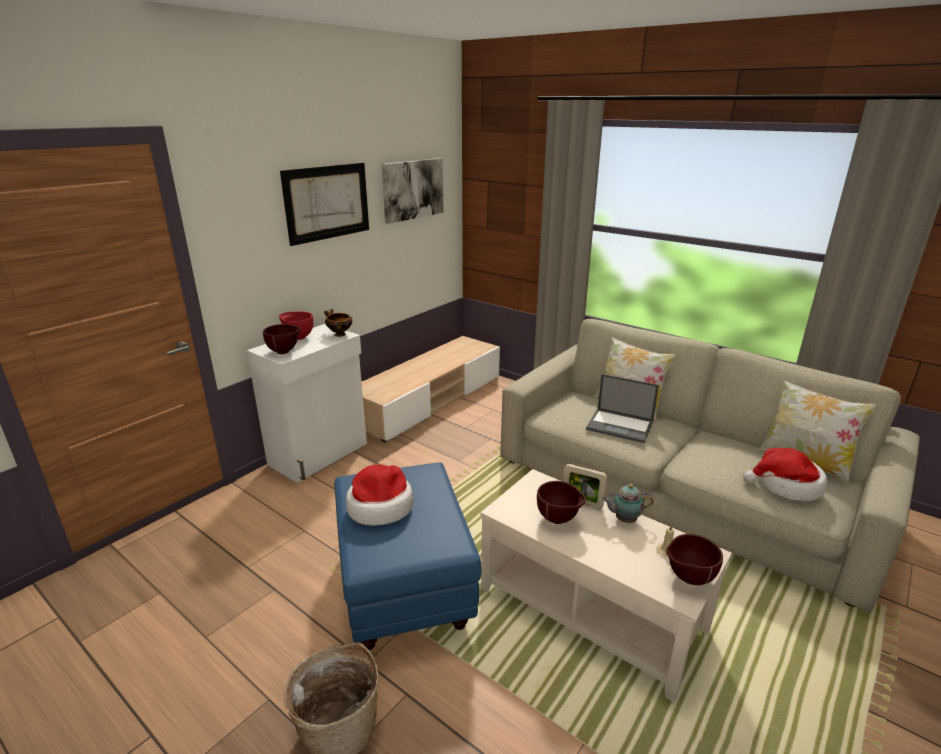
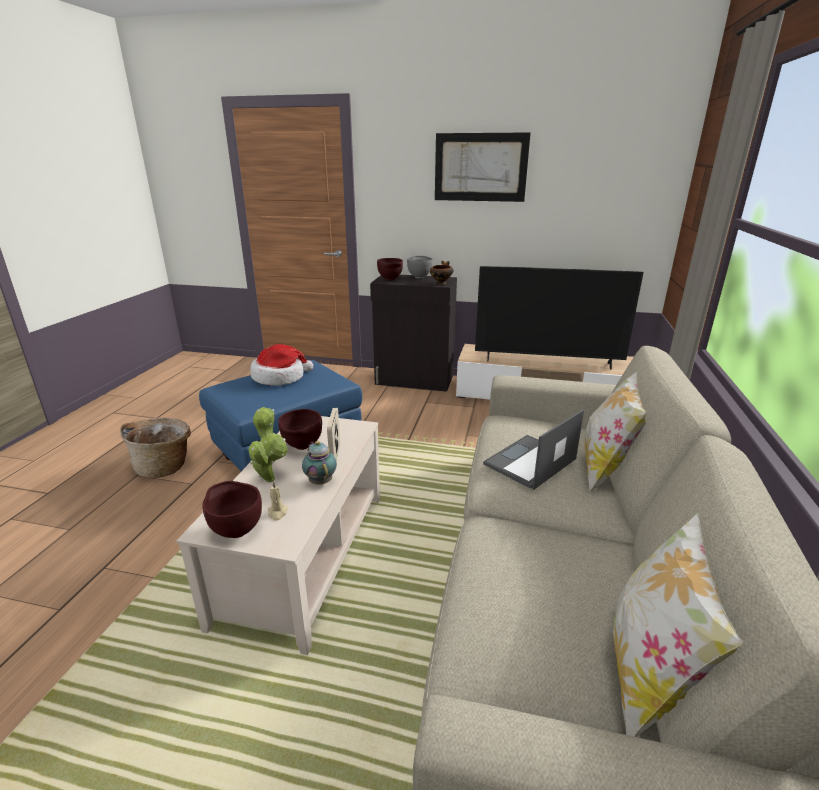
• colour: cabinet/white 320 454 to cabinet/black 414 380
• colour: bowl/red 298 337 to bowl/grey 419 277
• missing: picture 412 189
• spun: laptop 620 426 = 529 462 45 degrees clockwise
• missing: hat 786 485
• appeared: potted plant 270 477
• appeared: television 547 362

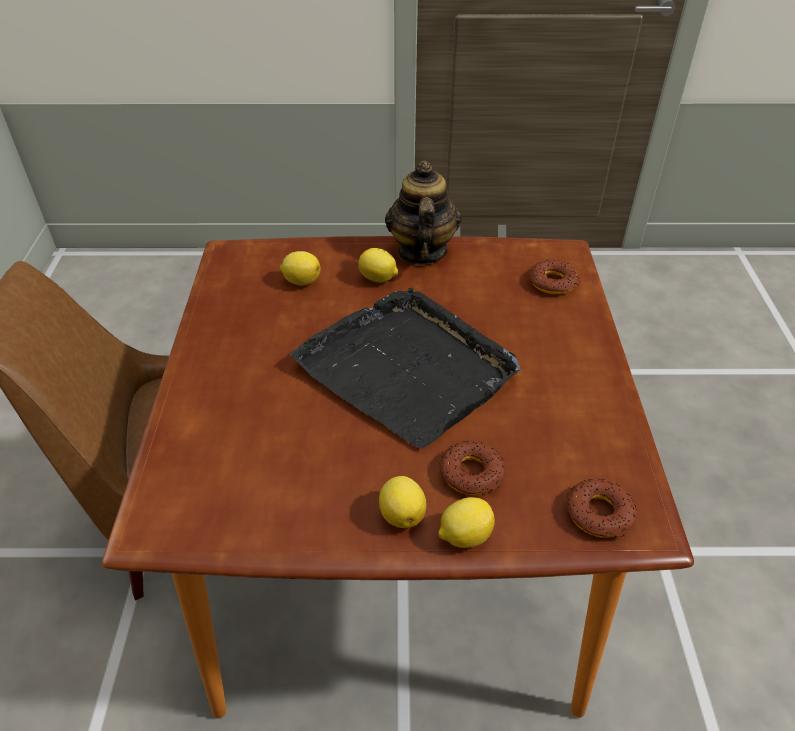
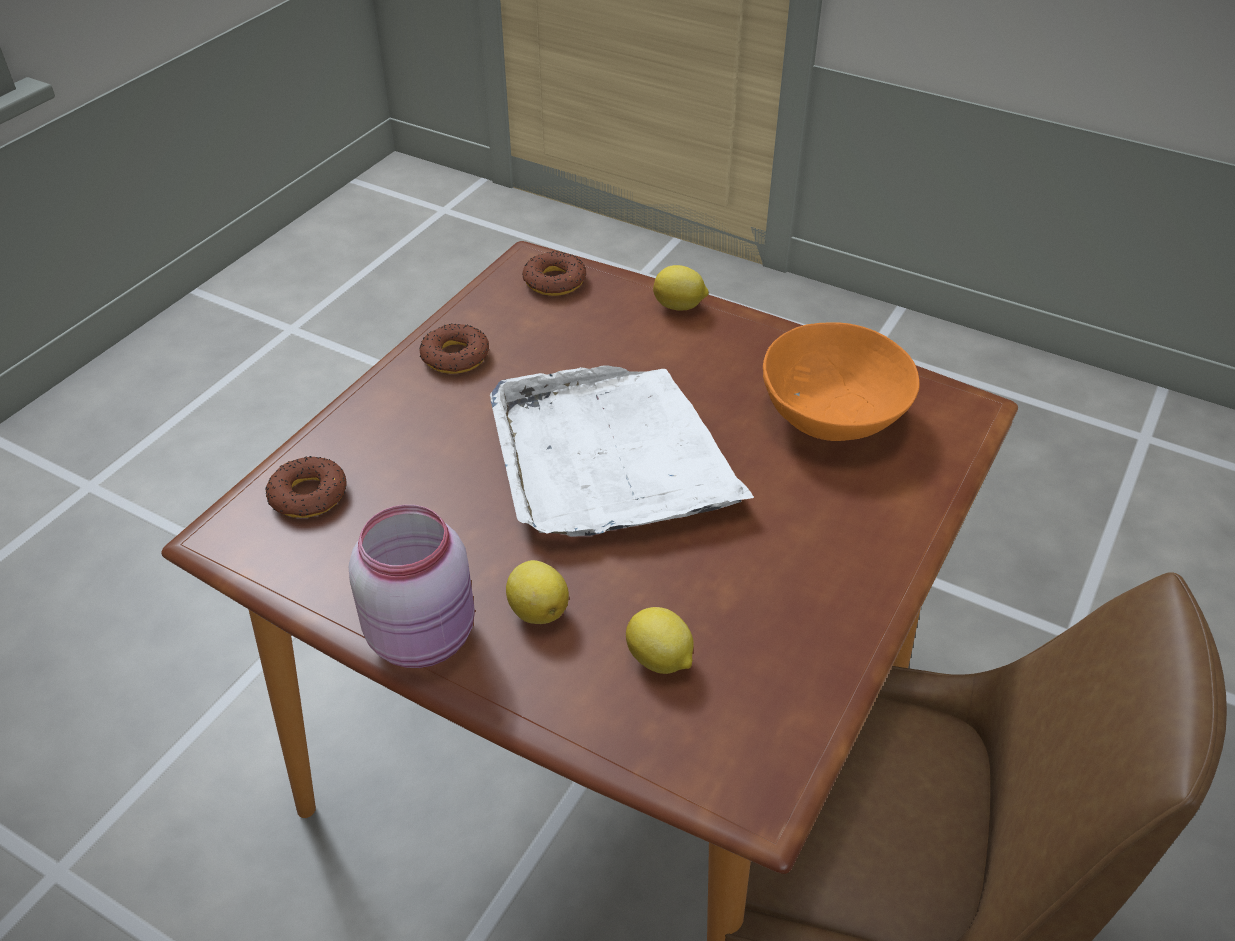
• colour: tray/black 408 369 to tray/white 609 457
• missing: lemon 402 514
• exchanged: teapot 421 252 to jar/pink 425 635
• relocated: donut 471 473 to 455 356
• appeared: bowl/orange 833 415

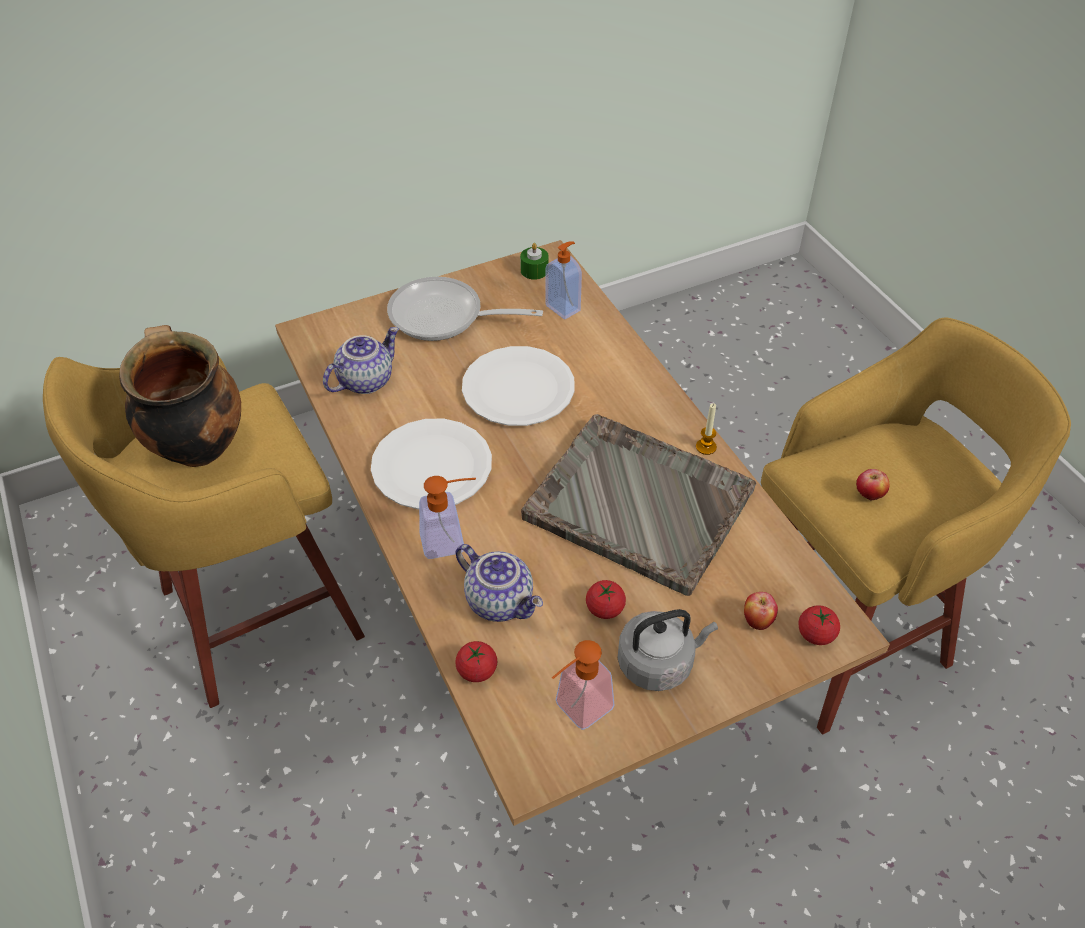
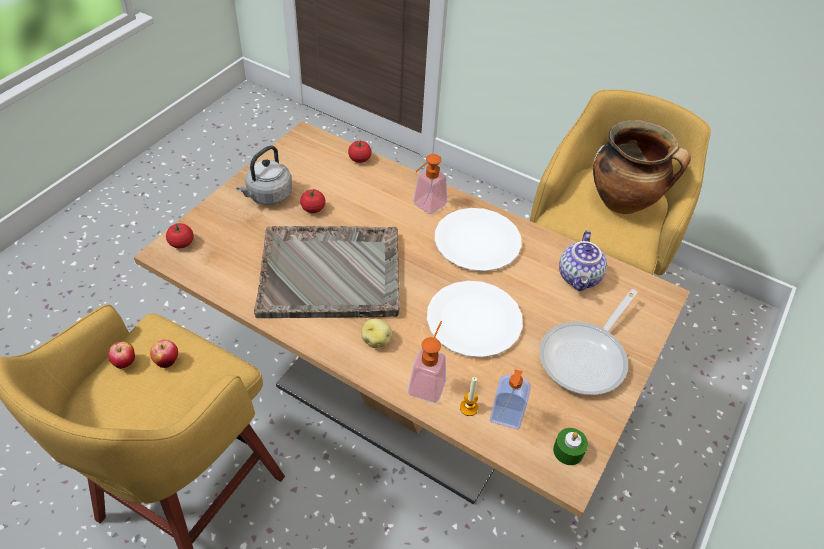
• spun: frying pan 444 317 = 587 357 150 degrees clockwise
• missing: teapot 501 601
• relocated: soap dispenser 576 711 to 429 381
• relocated: candle 706 447 to 469 408
• relocated: apple 757 621 to 125 363
• appeared: potato 376 340

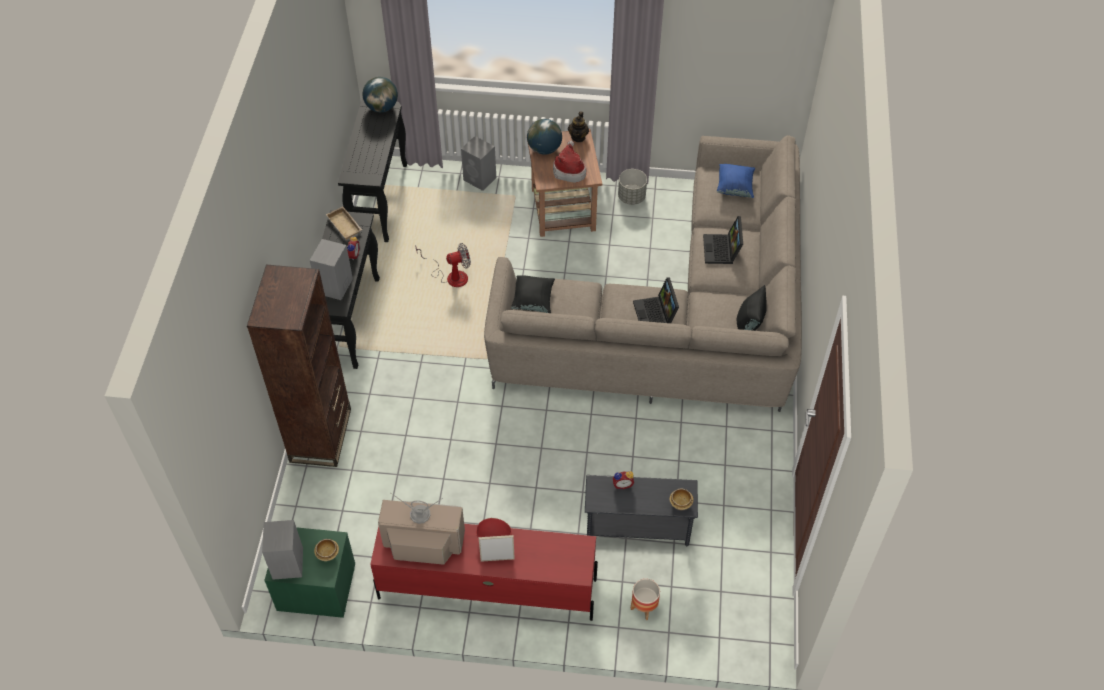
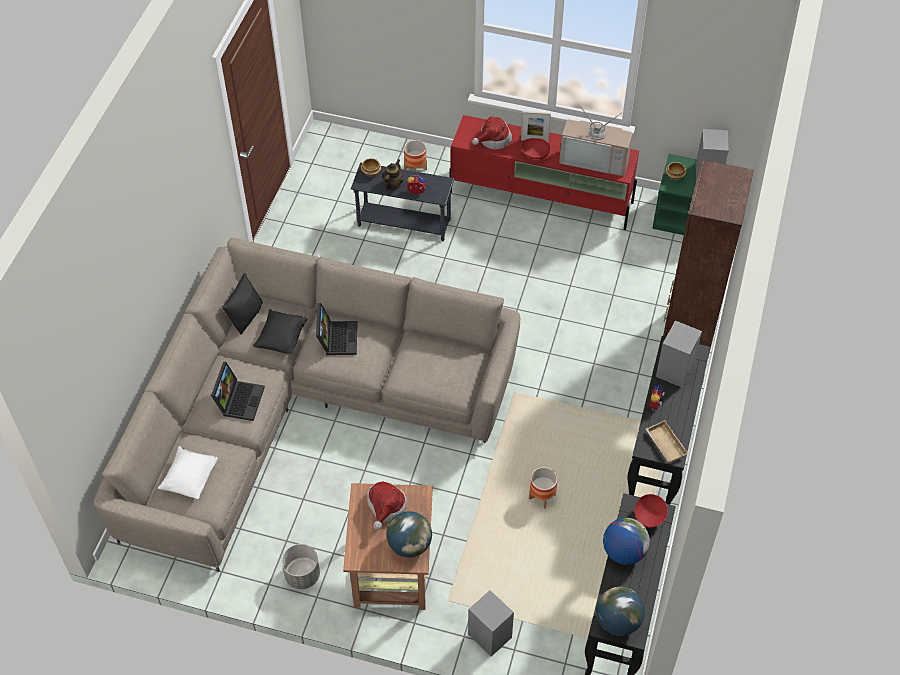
• exchanged: fan 451 276 to planter 542 497
• relocated: pillow/black 533 301 to 282 338
• relocated: teapot 578 137 to 392 185
• colour: pillow/blue 734 188 to pillow/white 190 479
• appeared: hat 493 139
• appeared: globe 623 551
• appeared: bowl/red 649 517

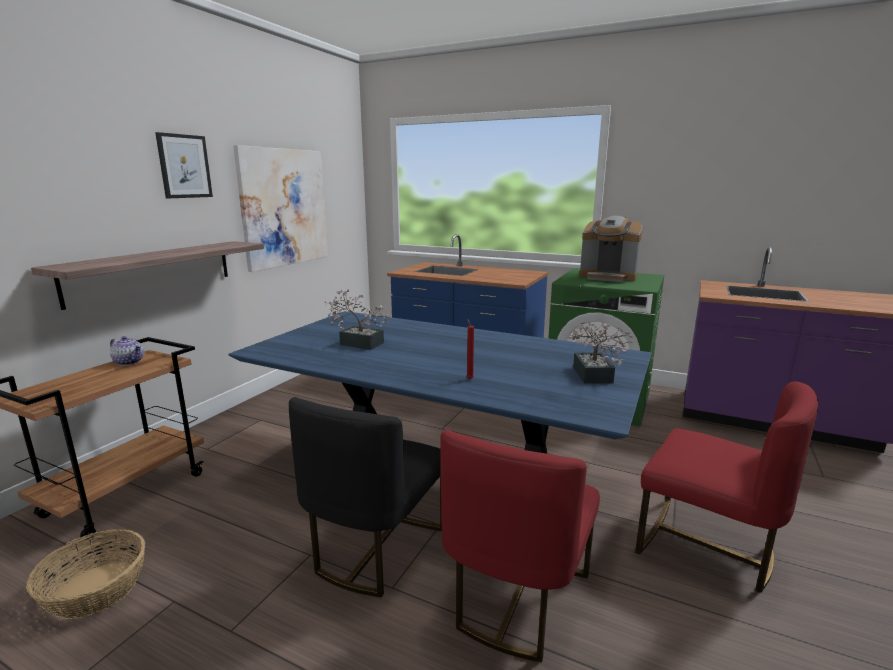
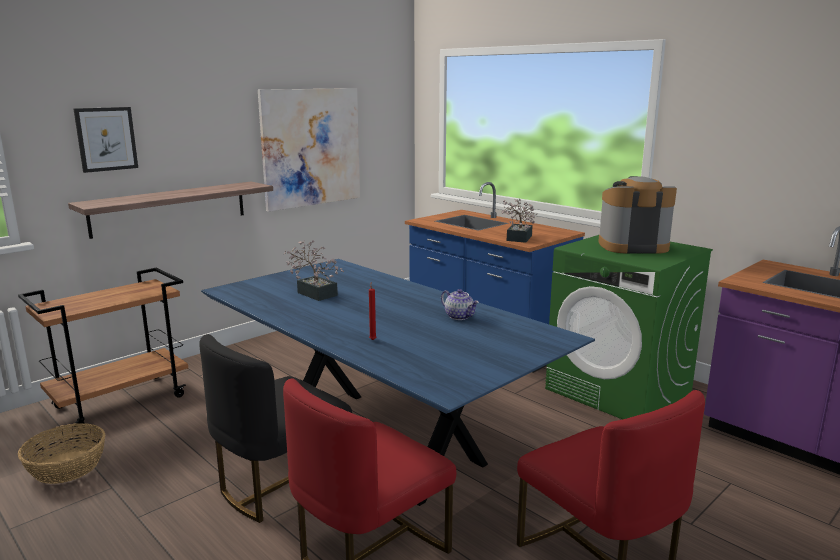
• relocated: teapot 129 362 to 459 316
• relocated: picture 184 166 to 106 139
• relocated: potted plant 593 377 to 518 239
• spun: coffee machine 608 277 = 632 246 135 degrees clockwise

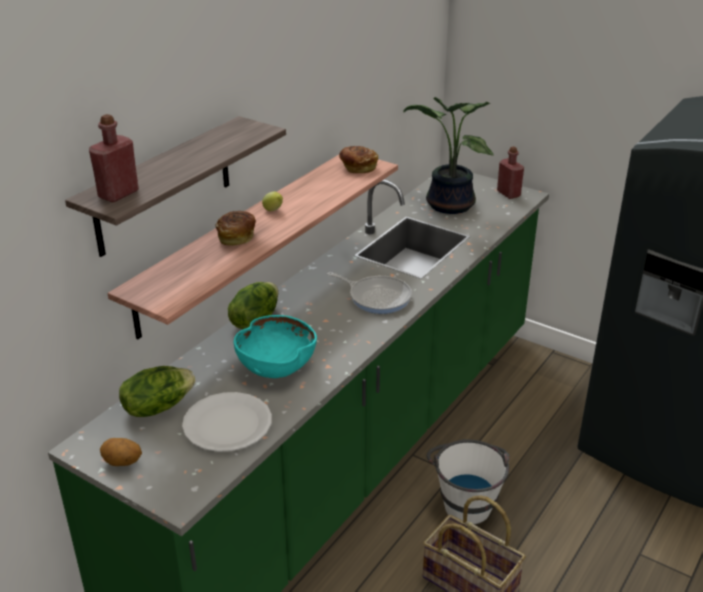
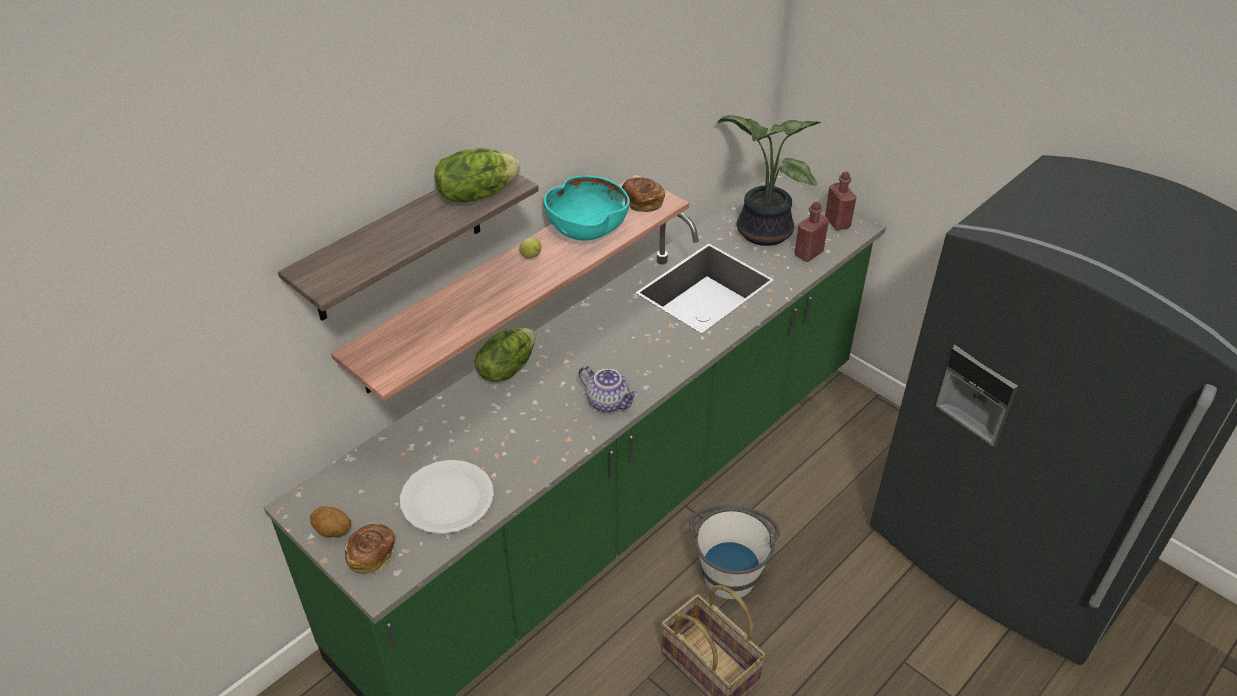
• relocated: bottle/red 118 194 to 808 253
• relocated: lettuce 157 406 to 476 194
• relocated: bread 236 237 to 372 555
• relocated: bowl/turquoise 276 366 to 586 229
• missing: frying pan 377 297
• appeared: teapot 609 402

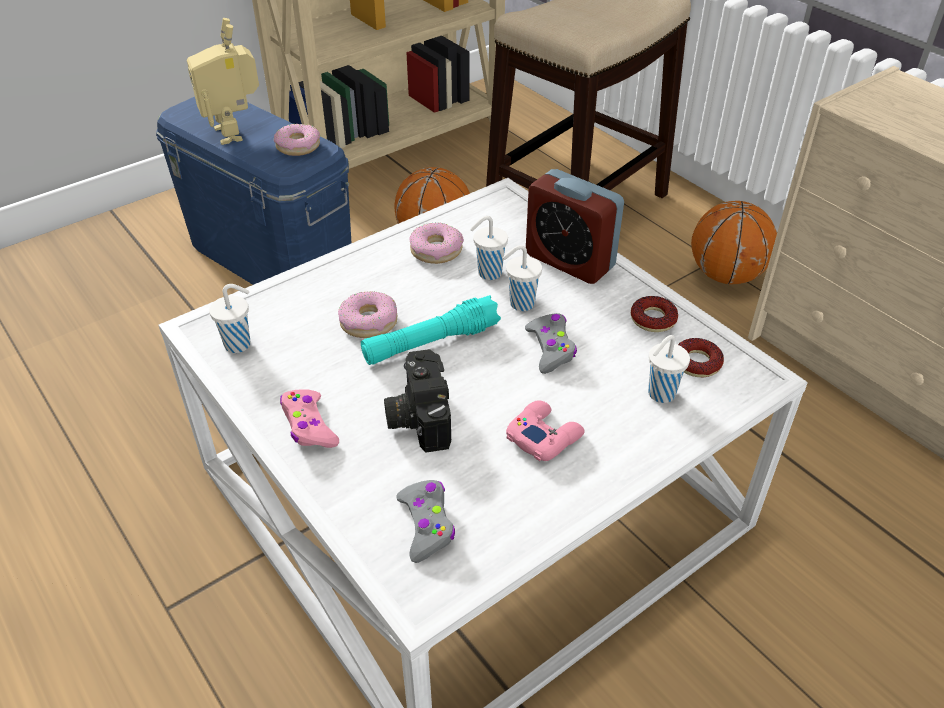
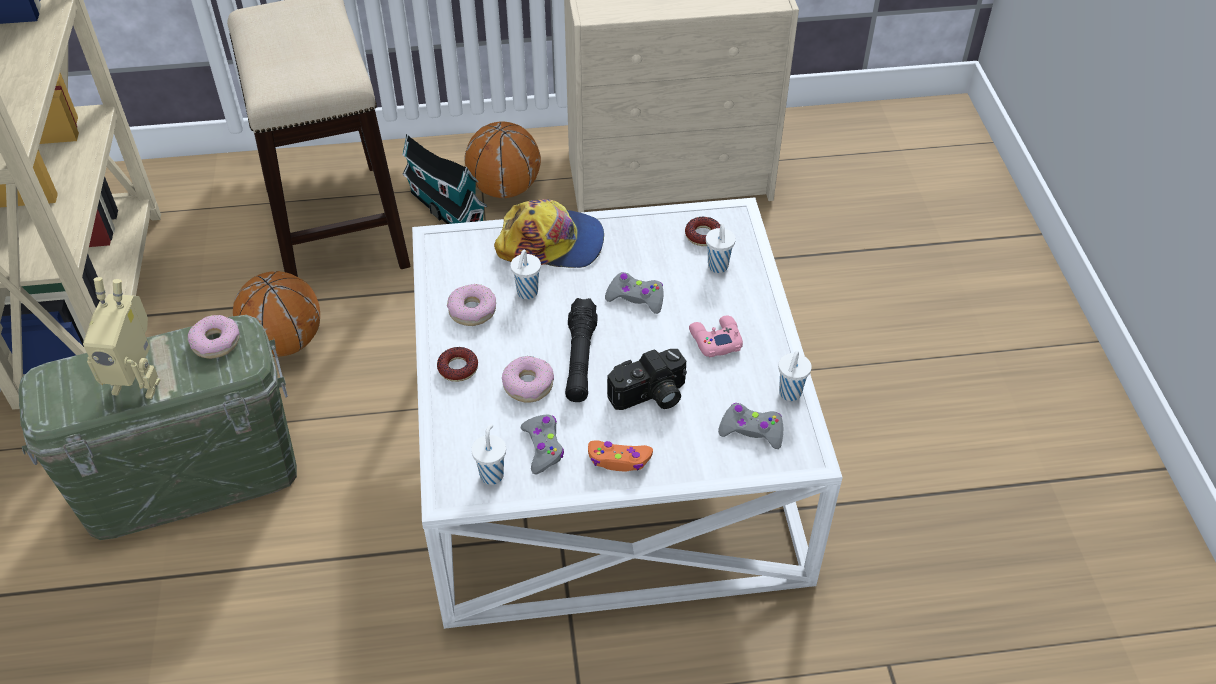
• colour: storage box/blue 272 258 to storage box/green 191 478
• colour: game controller/pink 309 426 to game controller/orange 619 460
• colour: flashlight/turquoise 430 343 to flashlight/black 580 358
• spun: photo camera 417 415 = 650 396 45 degrees counterclockwise
• relocated: cup/white 520 304 to 789 394
• exchanged: alarm clock 569 261 to cap 551 243
• relocated: donut 653 319 to 458 368
• appeared: toy house 444 208
• appeared: game controller/grey 543 447

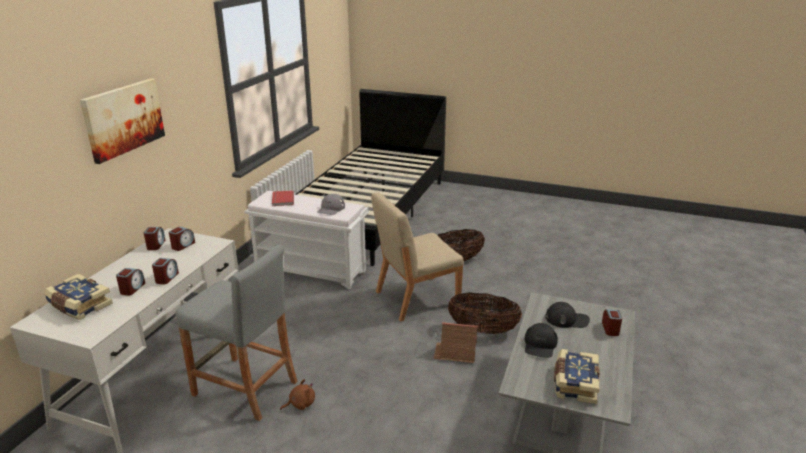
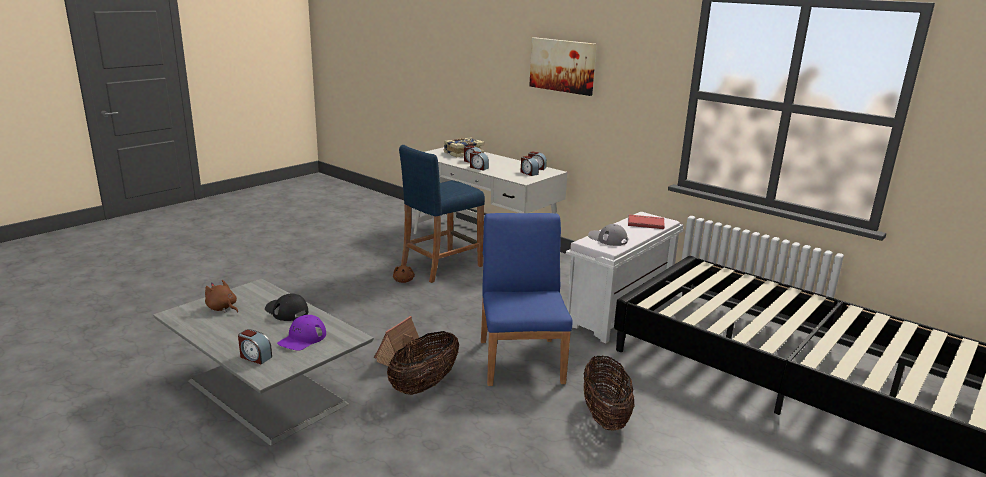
• colour: stool/grey 245 388 to stool/blue 441 266
• colour: chair/beige 416 298 to chair/blue 521 360
• colour: cap/black 567 319 to cap/purple 302 338
• exchanged: book 574 383 to plush toy/brown 222 308

